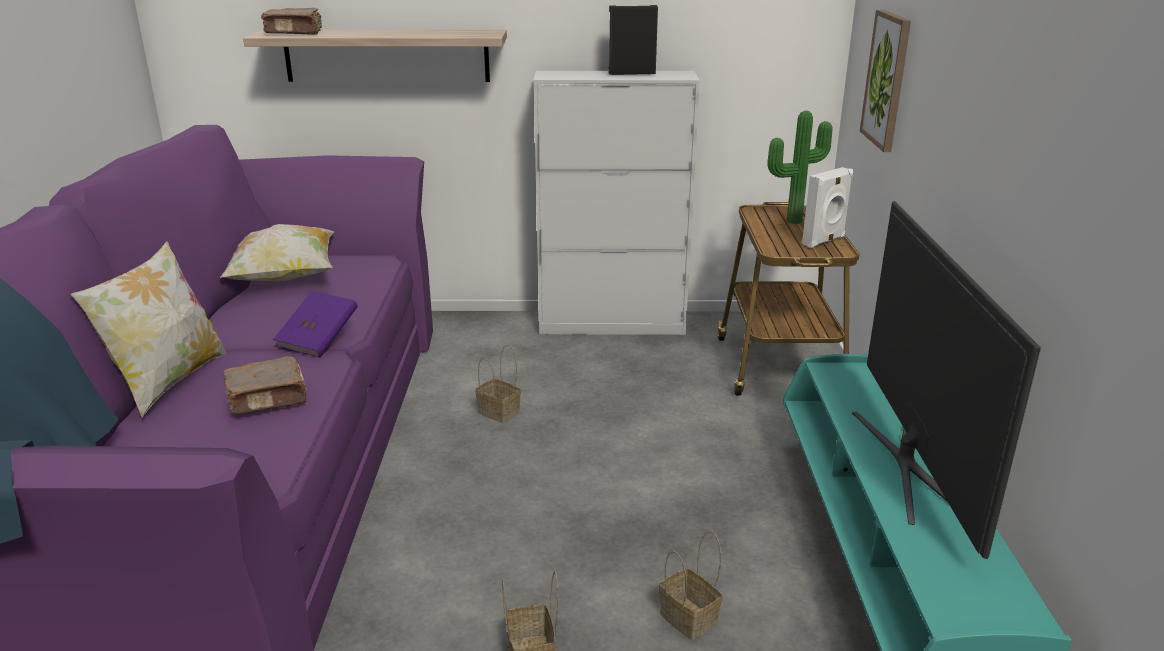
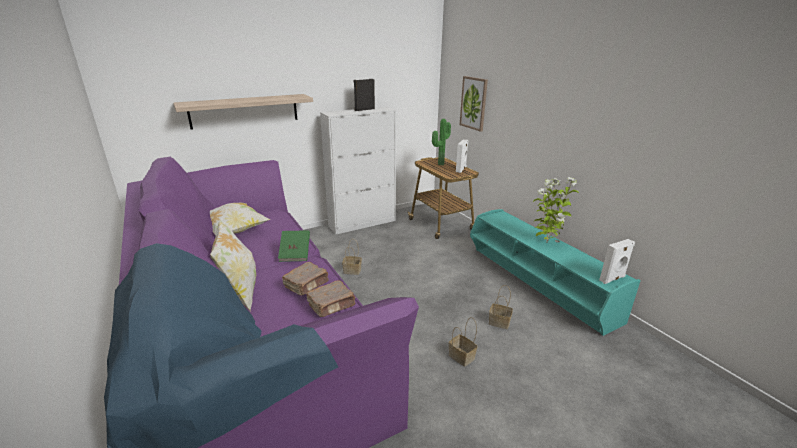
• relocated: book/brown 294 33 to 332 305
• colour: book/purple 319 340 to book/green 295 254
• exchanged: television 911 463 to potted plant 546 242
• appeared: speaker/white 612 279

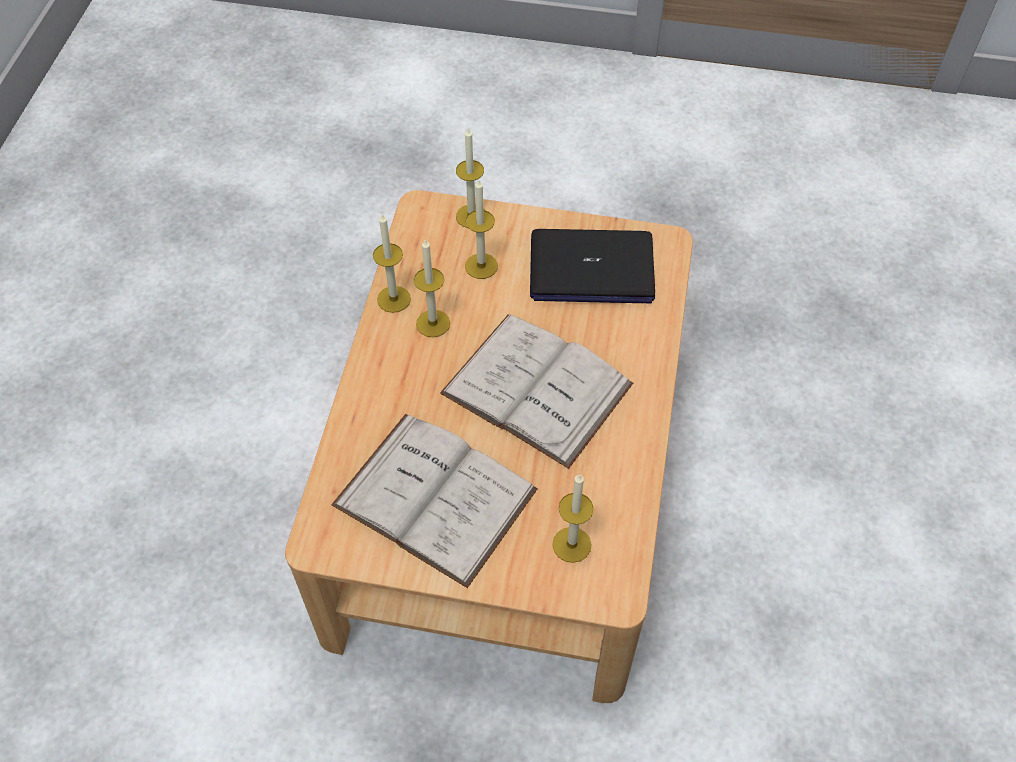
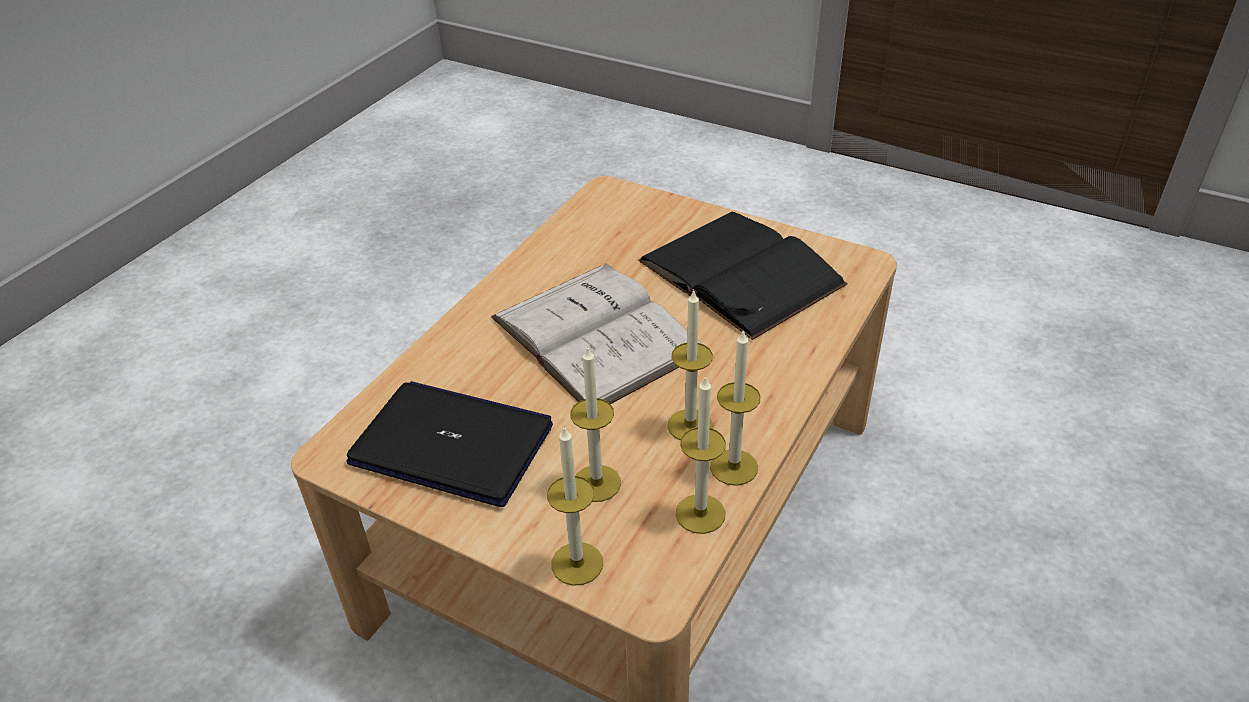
• colour: book/white 435 497 to book/black 740 272
• relocated: candle 571 544 to 700 513

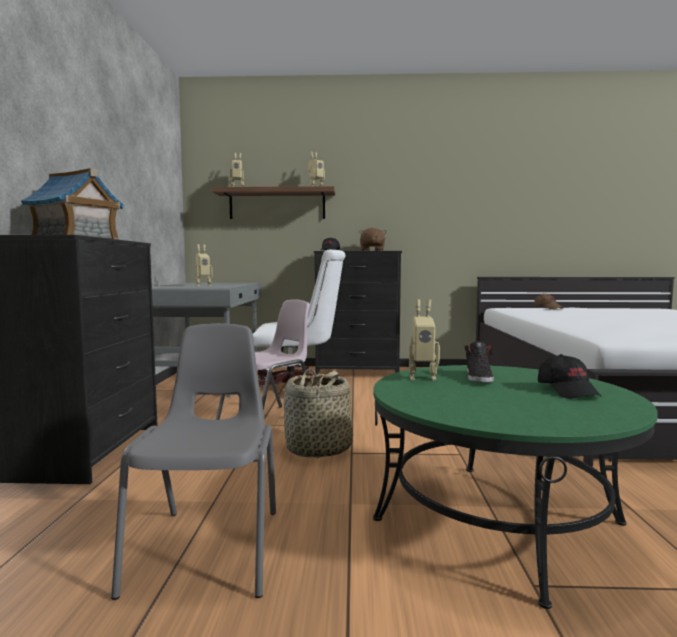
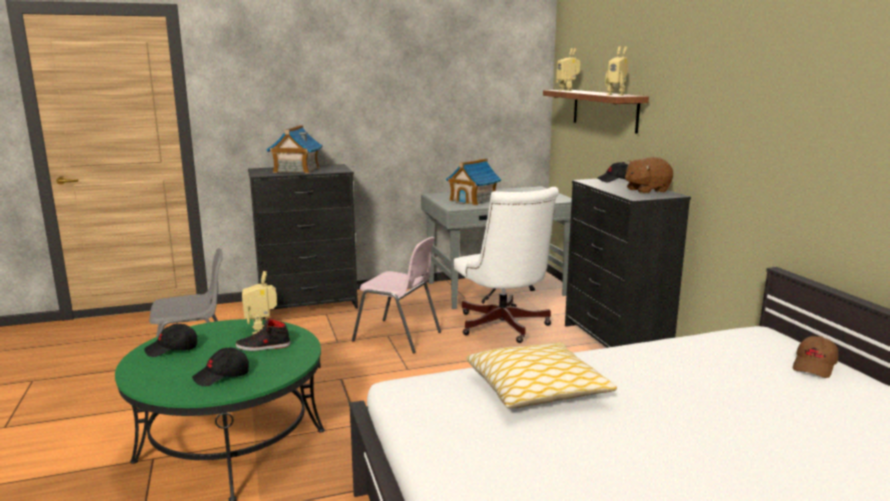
• exchanged: toy robot 203 285 to toy house 473 200
• missing: basket 318 449
• appeared: cap/black 172 349
• appeared: pillow 536 389

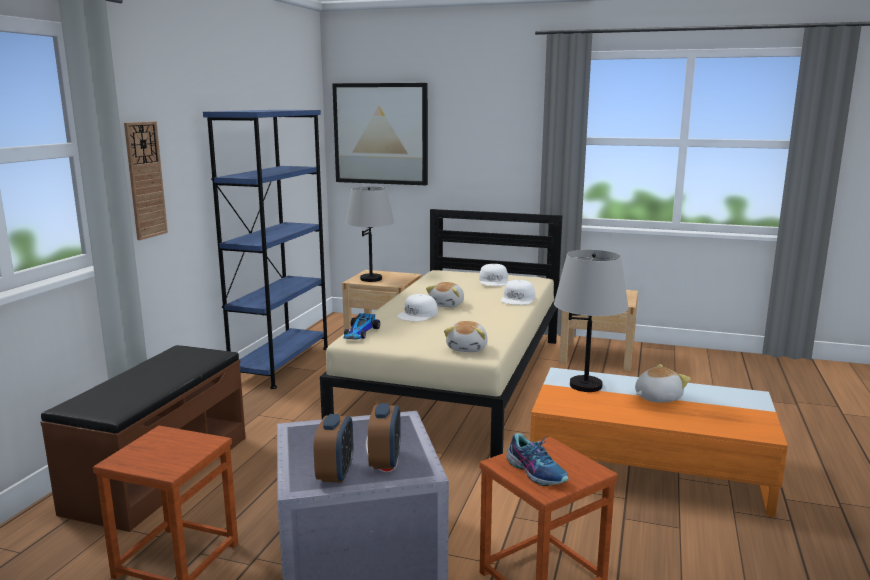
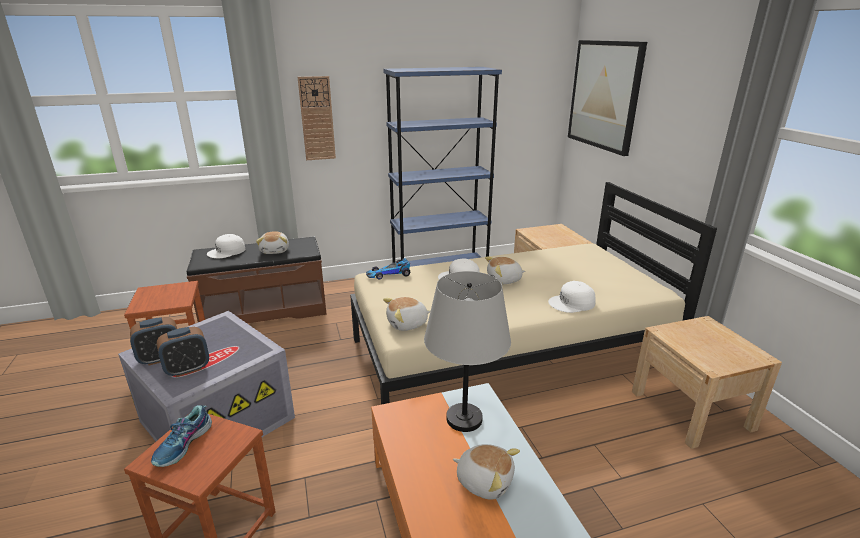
• missing: table lamp/grey 371 279
• relocated: cap/white 494 281 to 227 251
• appeared: plush toy 275 250

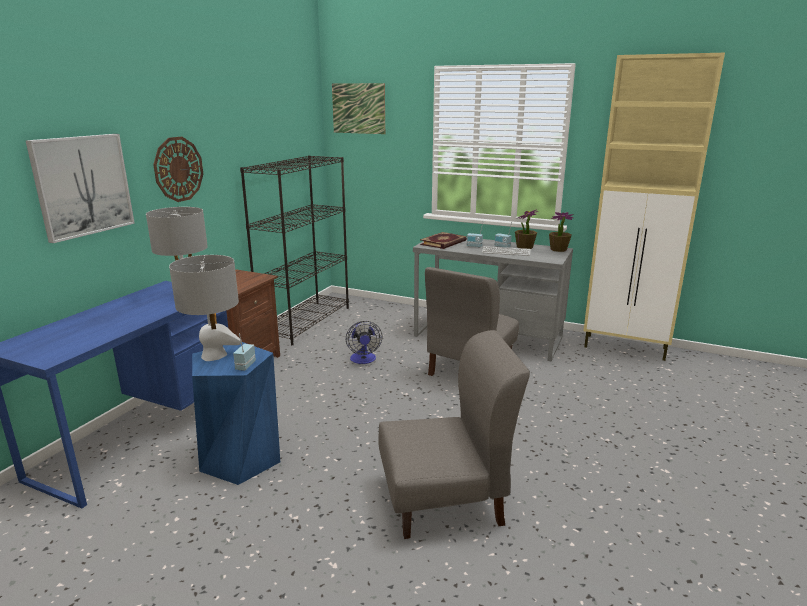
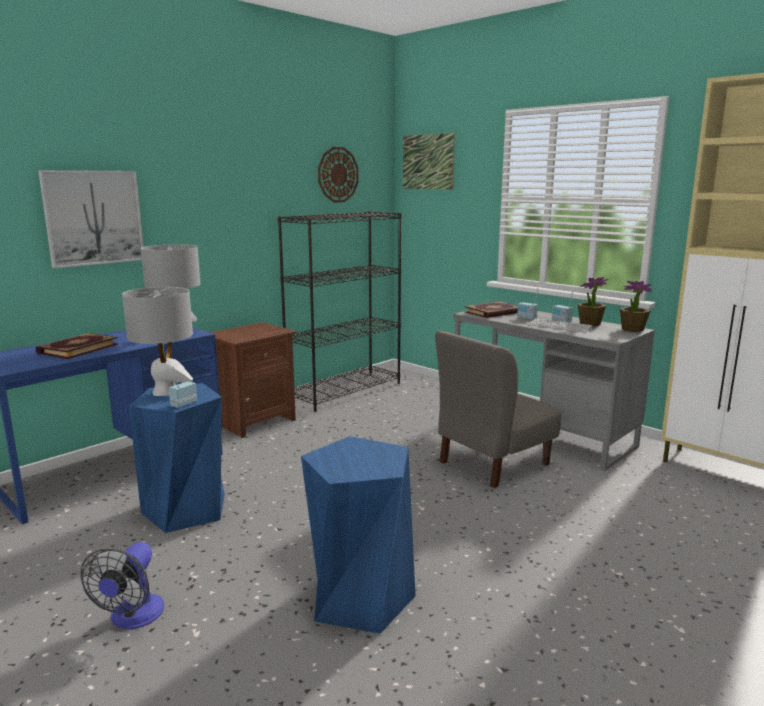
• relocated: wall clock 178 169 to 338 175
• relocated: fan 363 360 to 132 618
• exchanged: chair/grey 444 501 to stool/blue 360 597
• appeared: book 77 348

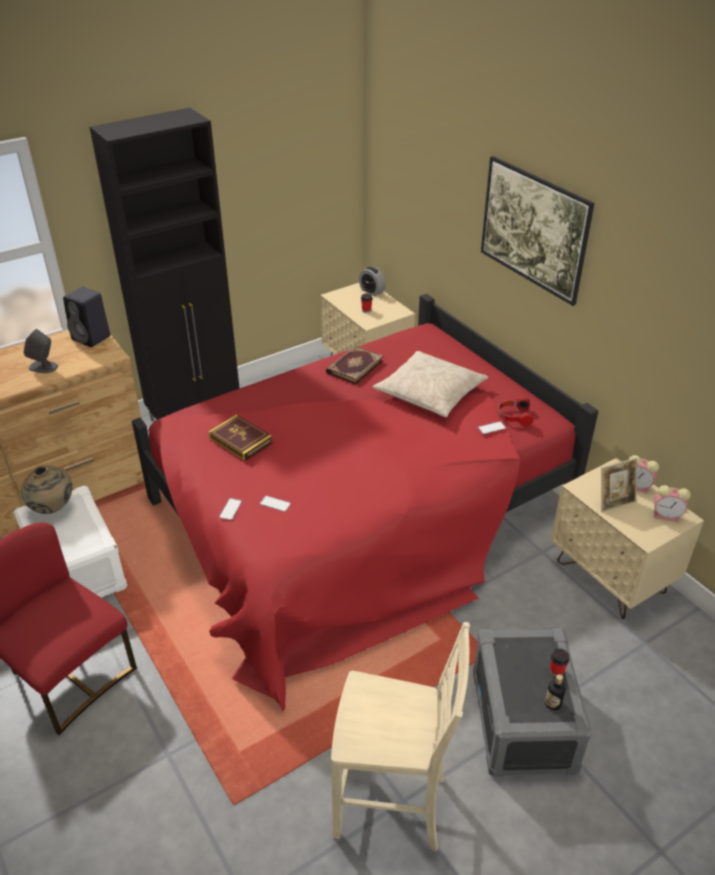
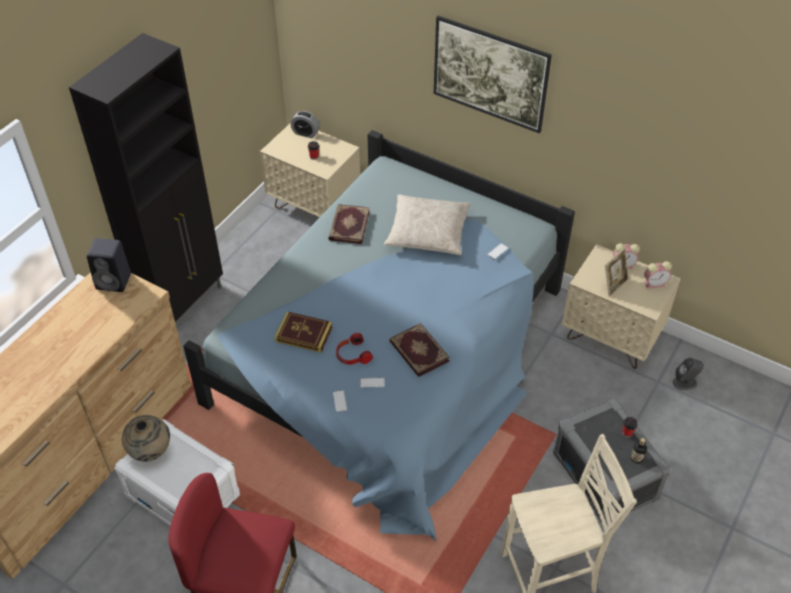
• relocated: speaker/grey 44 367 to 685 382
• colour: bed/red 357 517 to bed/blue 392 356
• relocated: headphones 513 416 to 352 355
• appeared: book 418 352

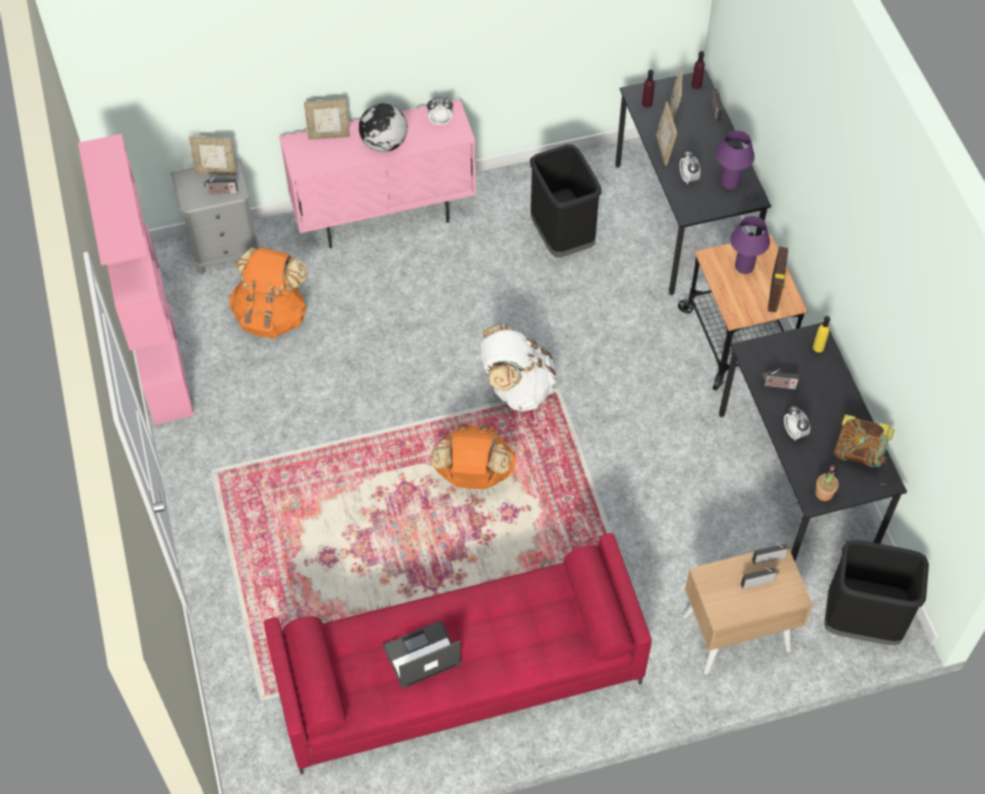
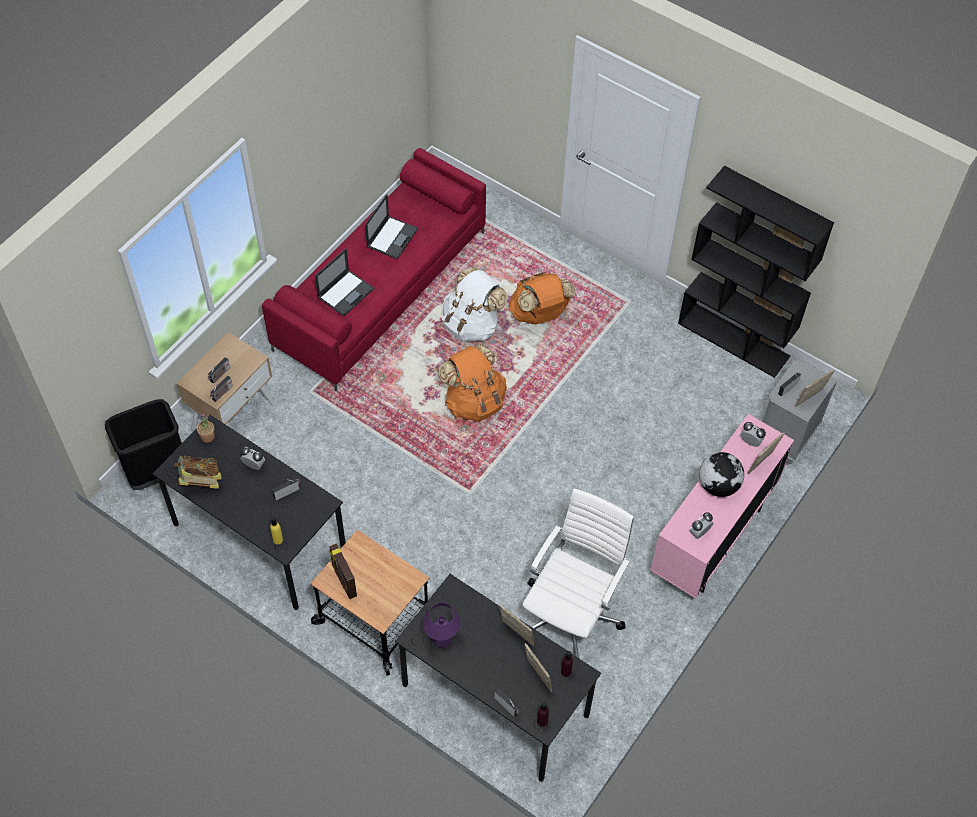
• colour: bookcase/pink 161 362 to bookcase/black 734 340
• relocated: backpack/orange 272 315 to 539 314
• relocated: backpack/white 516 388 to 472 324
• exchanged: trash can/black 561 237 to office chair/white 571 615
• relocated: alarm clock 688 178 to 750 442
• missing: table lamp/purple 744 267
• appeared: laptop 346 292

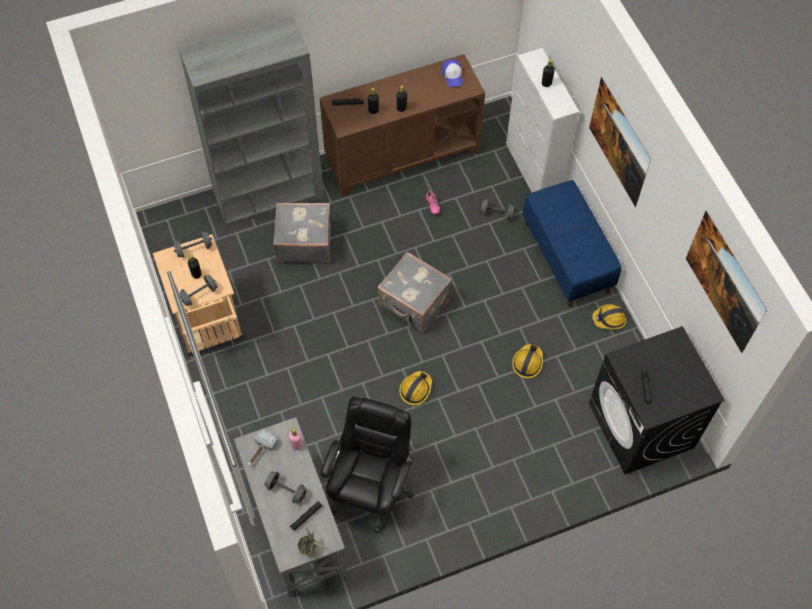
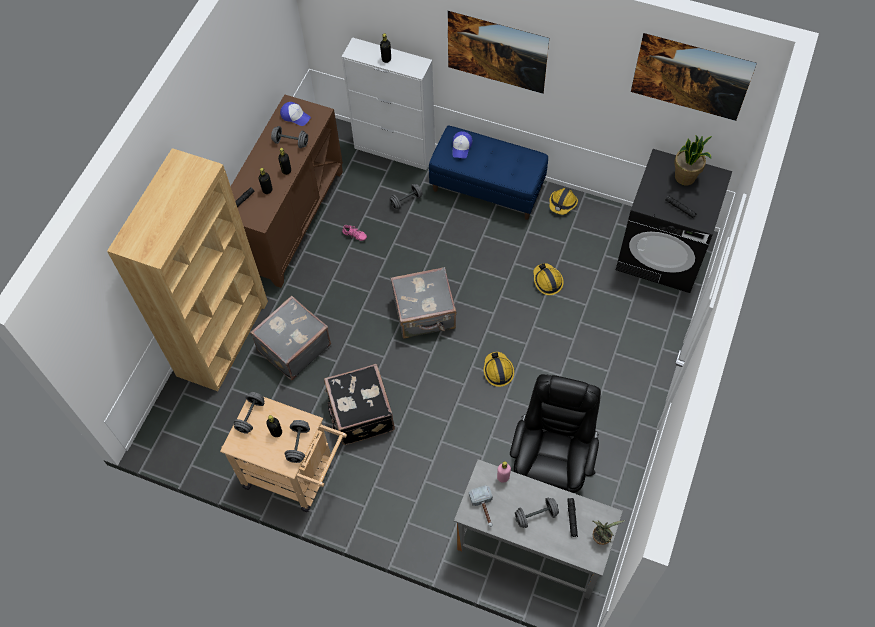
• colour: bookcase/grey 269 195 to bookcase/brown 223 337
• spun: office chair/black 370 488 = 550 468 45 degrees clockwise
• appeared: dumbbell/grey 291 142
• appeared: suitcase/black 360 414
• appeared: cap 461 147
• appeared: potted plant 685 177

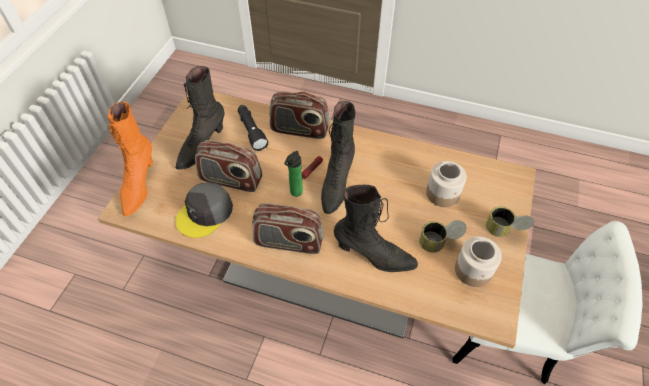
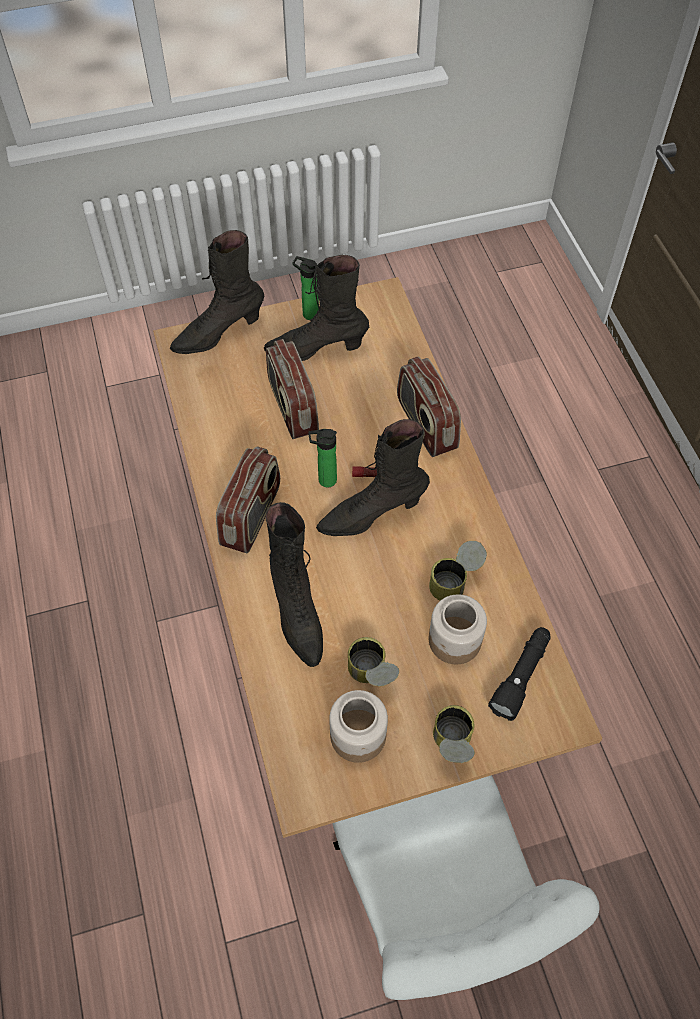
• colour: boot/orange 139 186 to boot/black 218 333
• missing: cap/grey 205 213
• relocated: flashlight/black 251 131 to 521 676
• spun: radio 288 242 = 252 516 135 degrees counterclockwise
• appeared: bottle 308 313
• appeared: can 455 580

